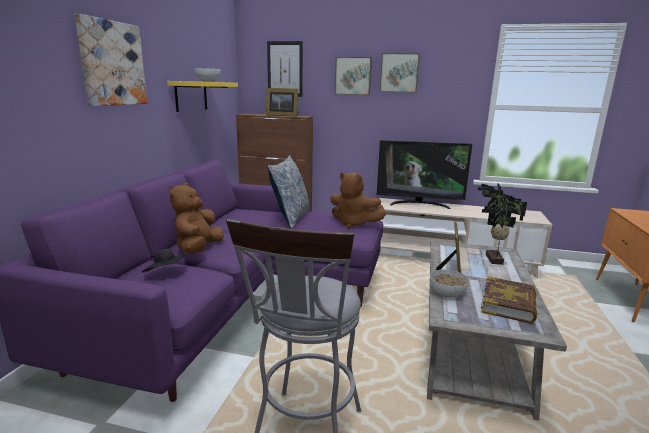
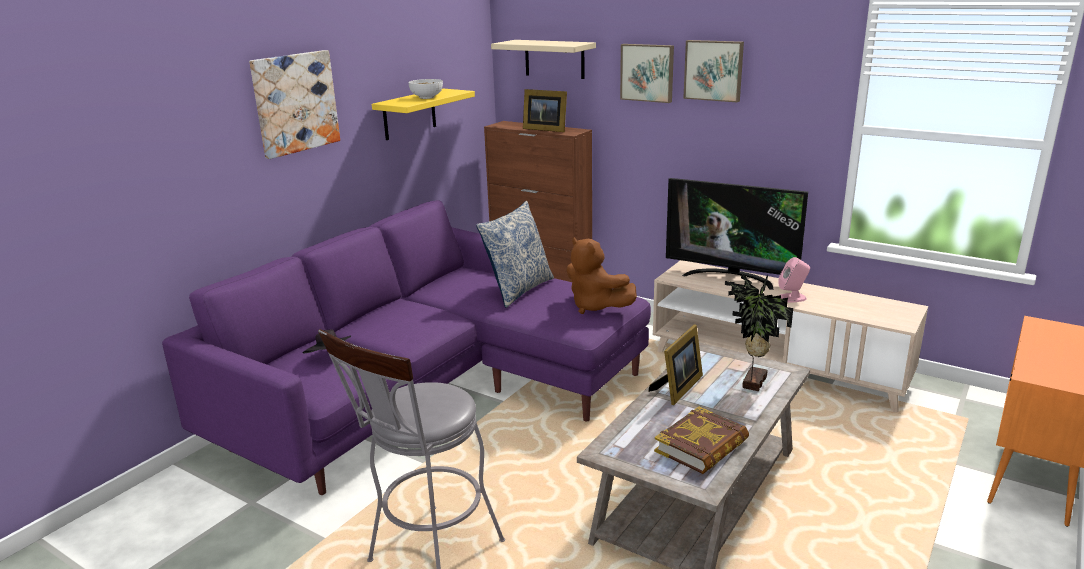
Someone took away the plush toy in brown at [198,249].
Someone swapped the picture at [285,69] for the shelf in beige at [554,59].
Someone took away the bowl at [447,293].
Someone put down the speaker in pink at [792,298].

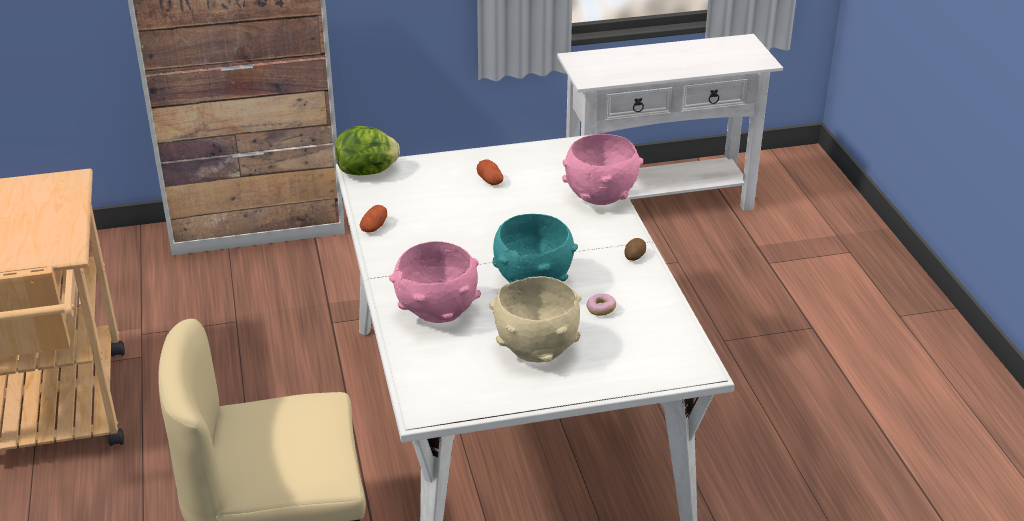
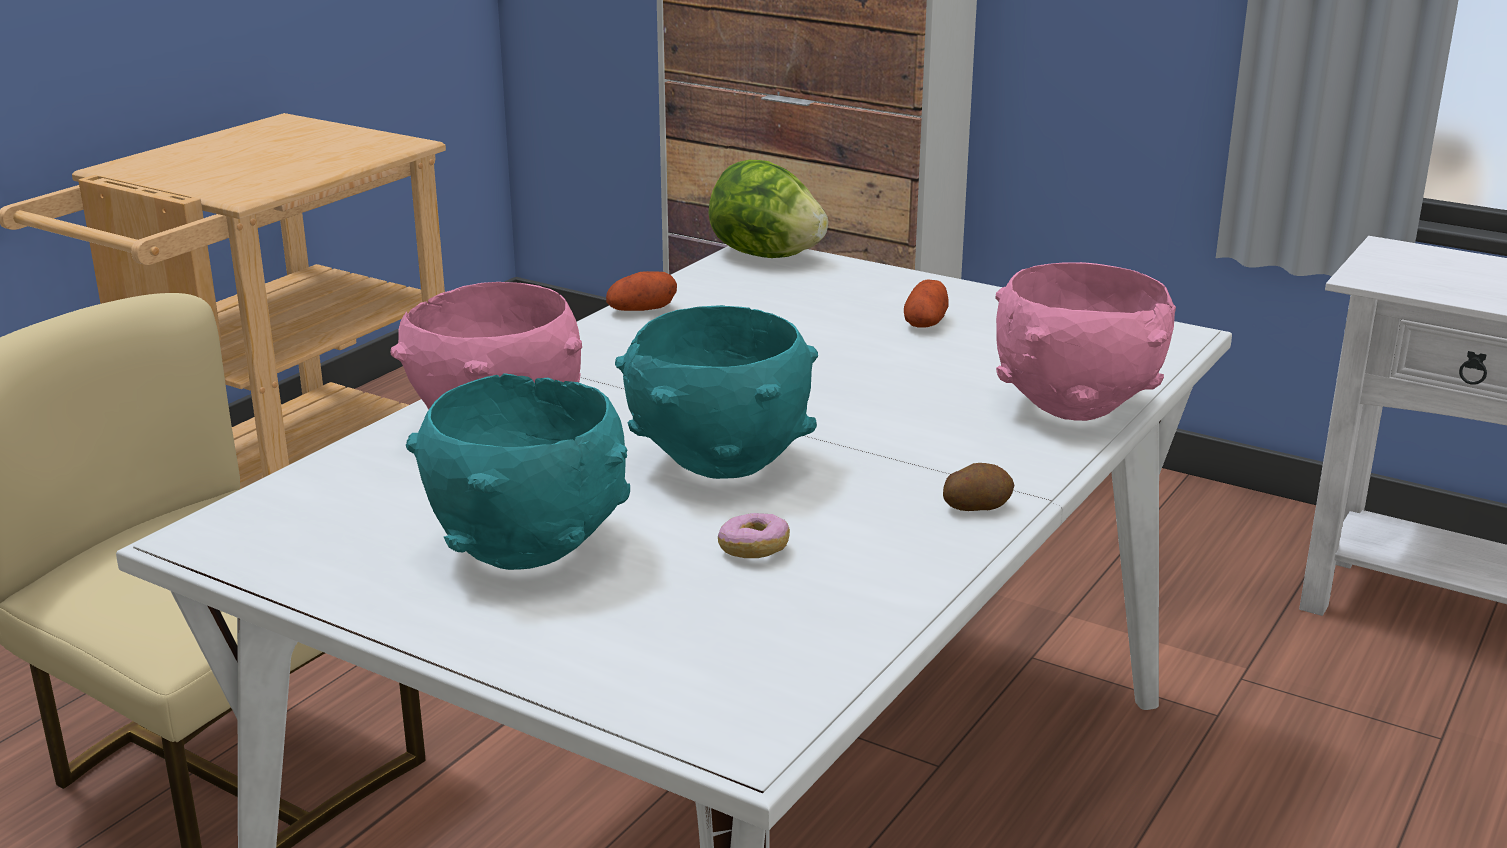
Someone repainted the bowl in beige at [536,350], which became the bowl in turquoise at [529,549].

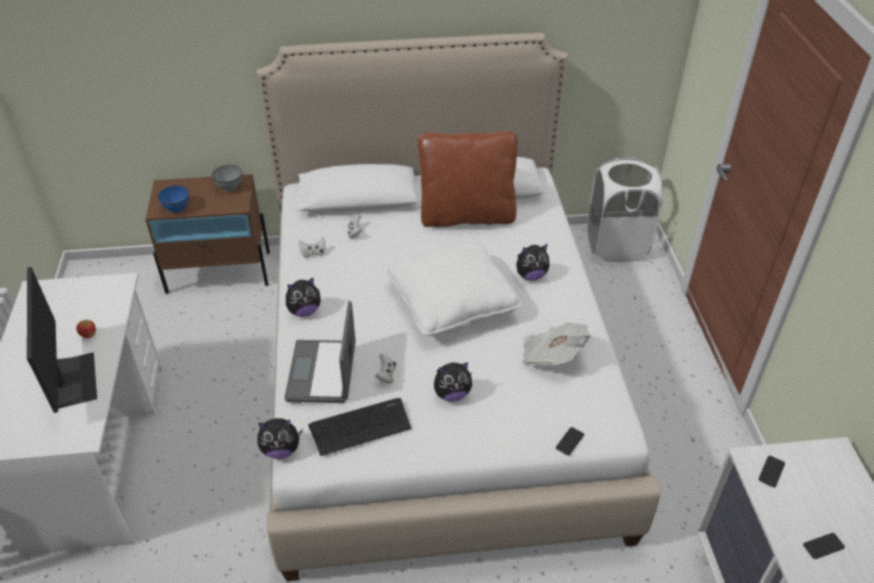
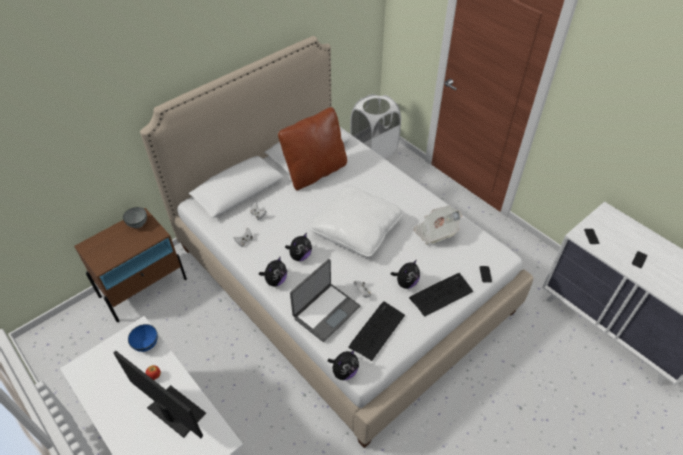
Someone carried the bowl in blue from [177,208] to [146,344].
Someone rotated the laptop at [323,372] by 105 degrees counterclockwise.
Someone carried the plush toy from [531,275] to [300,256].
Someone put down the keyboard at [441,294].

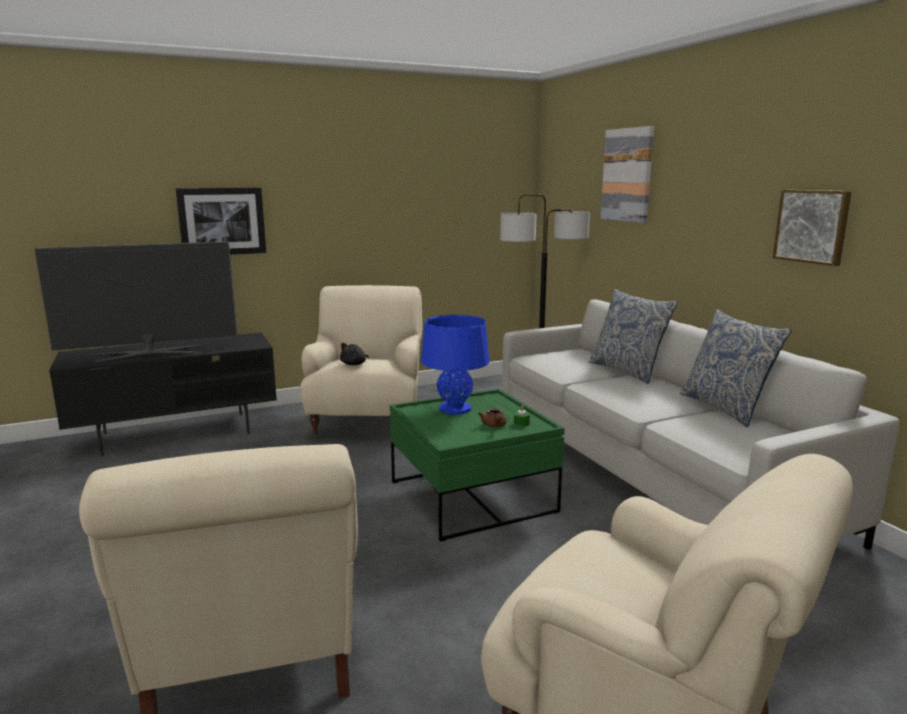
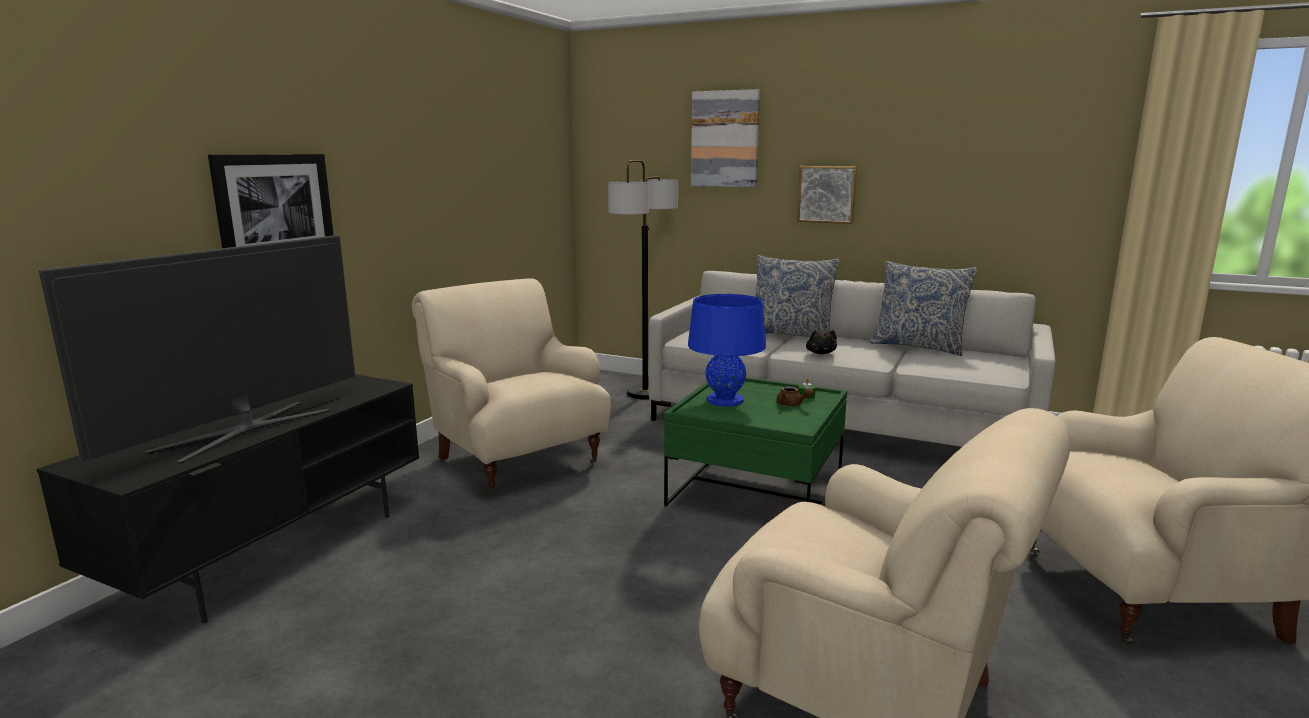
Someone carried the plush toy in black from [354,364] to [820,353].
Someone carried the picture from [812,226] to [827,194].

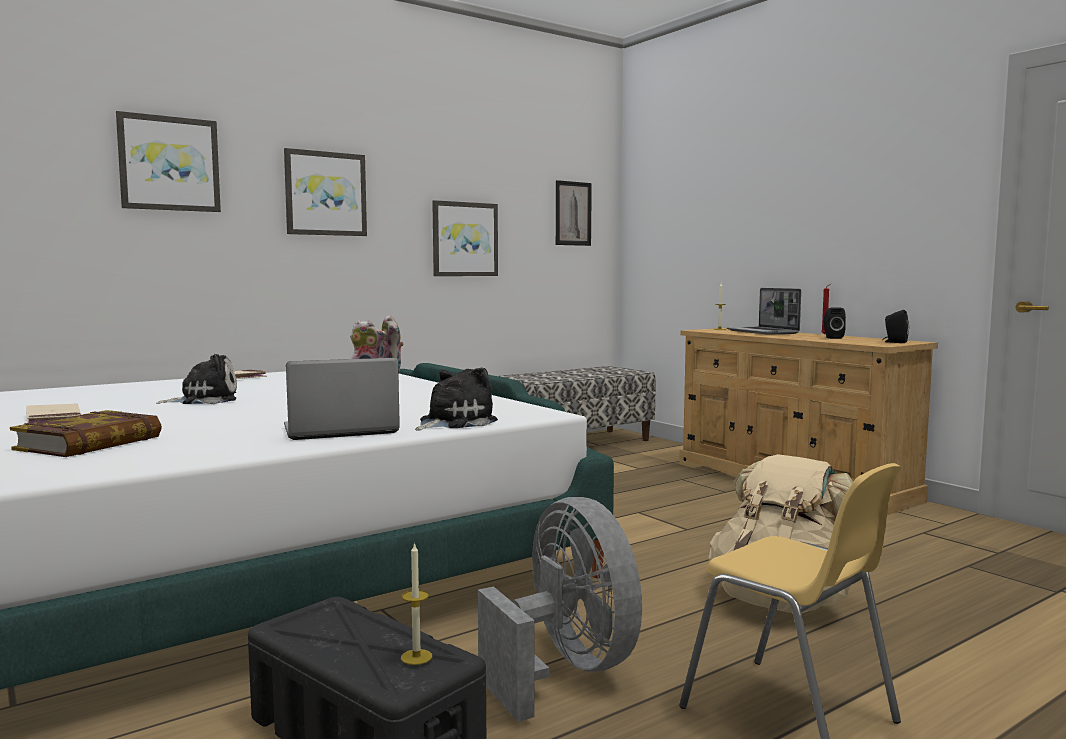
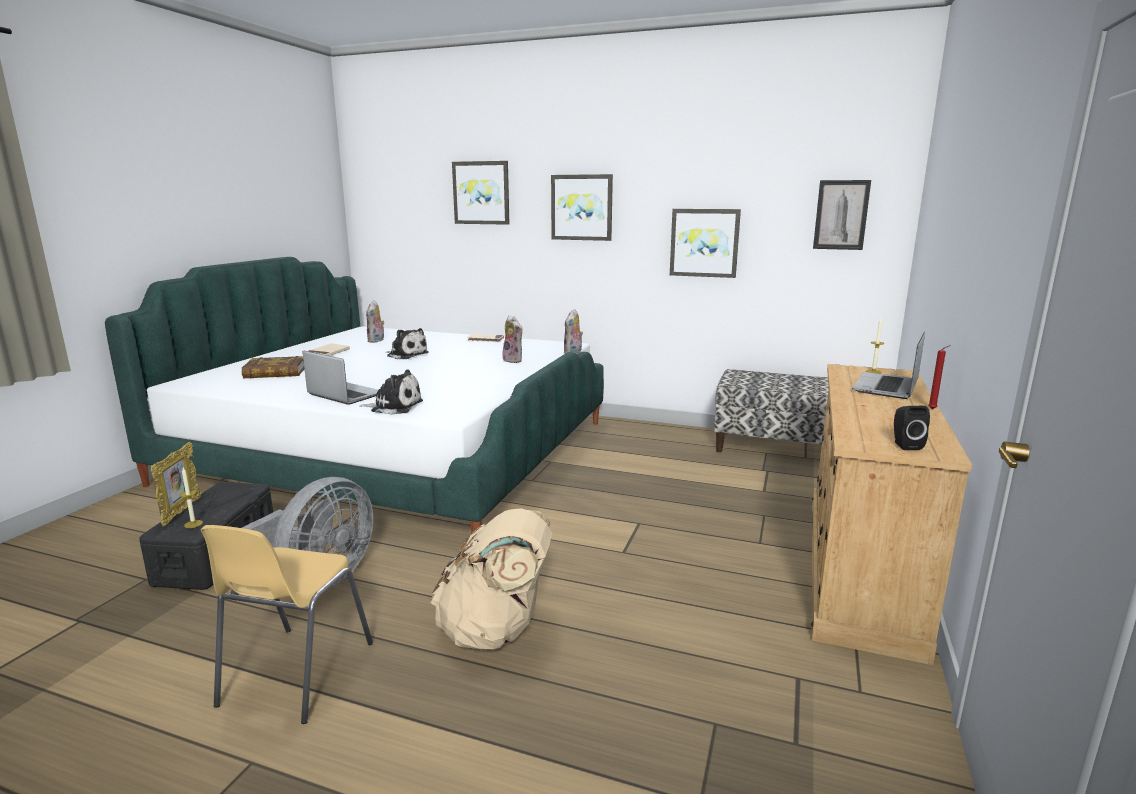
Someone took away the speaker in black at [832,338].
Someone put down the picture frame at [181,511].
Someone put down the plush toy at [376,341].

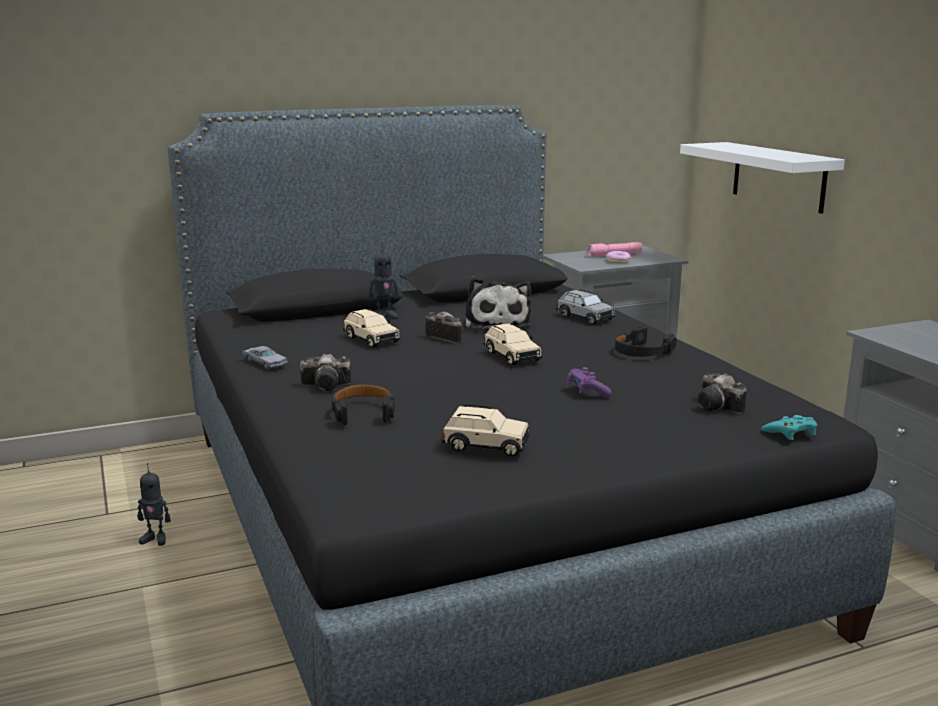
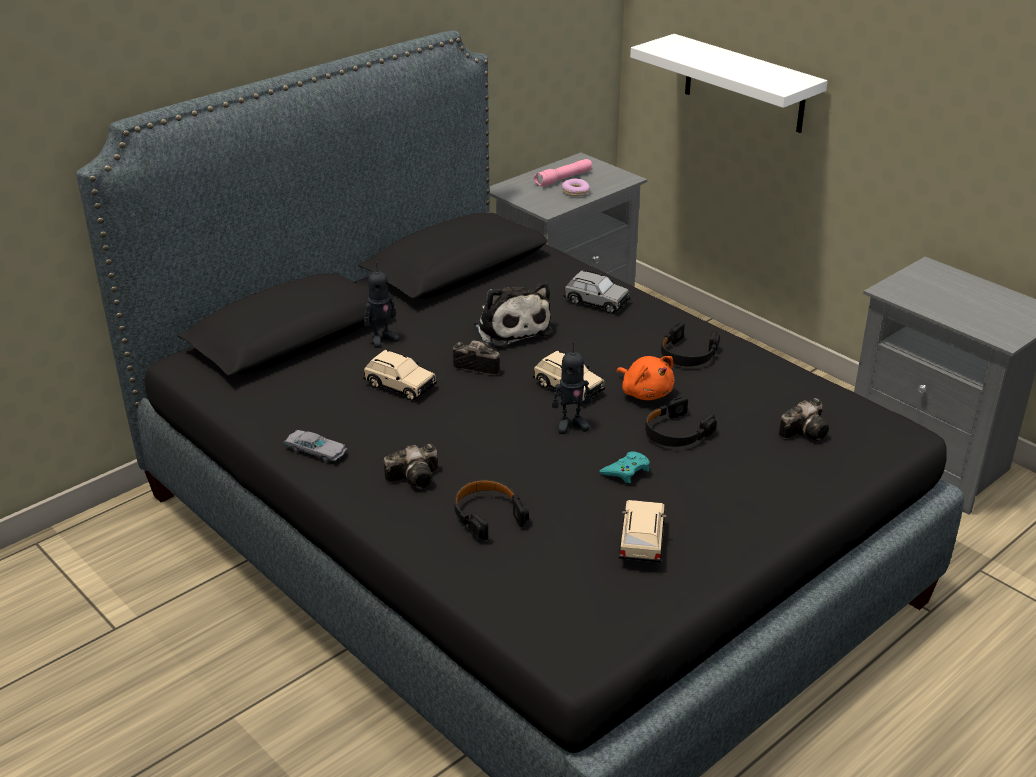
Someone carried the toy robot from [155,539] to [571,425].
Someone rotated the toy car in beige at [486,445] by 75 degrees counterclockwise.
Someone swapped the game controller in purple at [587,392] for the headphones in black at [676,432].
Someone rotated the photo camera at [719,407] by 75 degrees counterclockwise.
Someone carried the game controller in turquoise from [791,432] to [626,471].
Someone put down the plush toy in orange at [645,393].

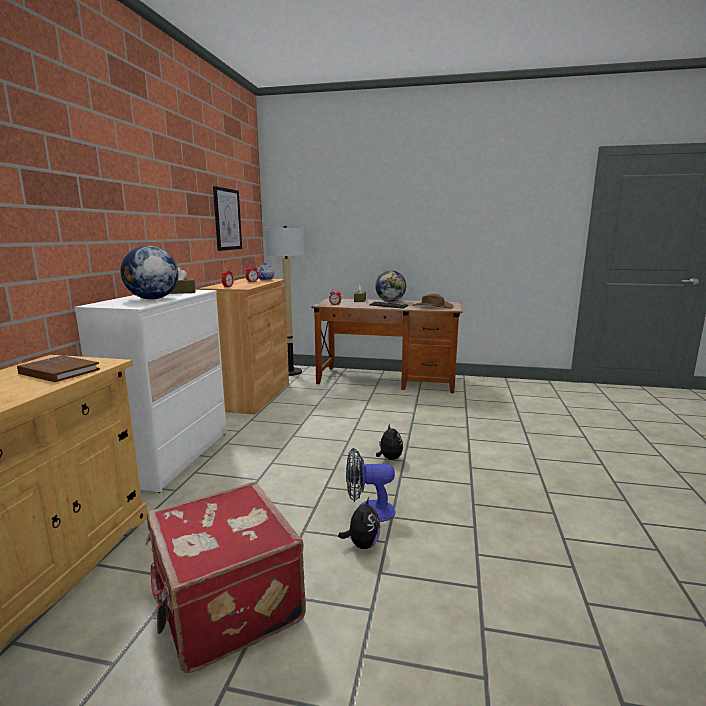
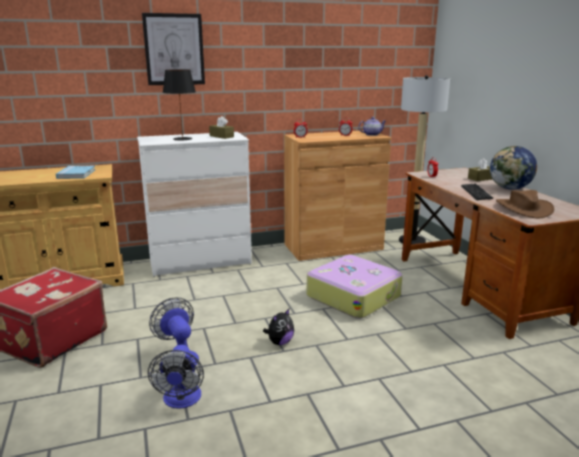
Someone repainted the book in brown at [59,371], which became the book in blue at [76,174].
Someone swapped the globe at [152,299] for the table lamp in black at [182,139].
Someone carried the picture from [227,219] to [174,49].
Someone took away the plush toy at [362,544].
Someone put down the fan at [181,400].
Someone put down the suitcase at [353,296].

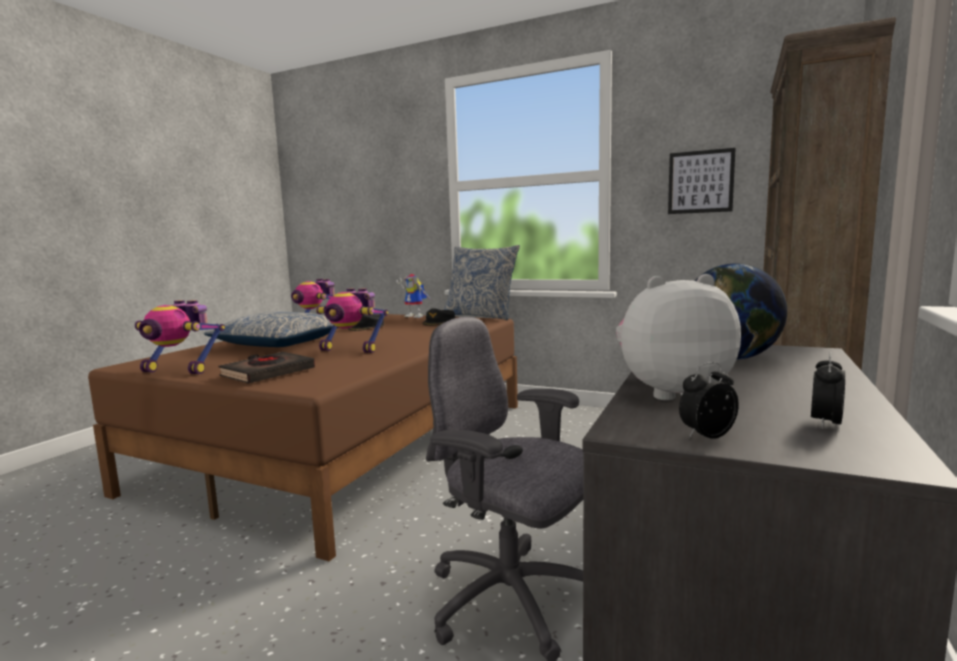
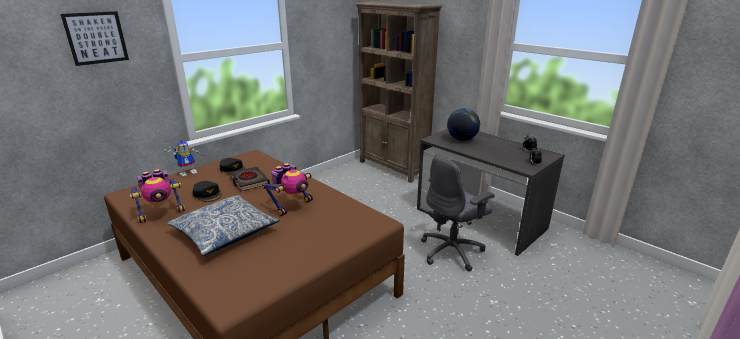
Someone took away the toy robot at [181,370].
Someone carried the book in black from [268,373] to [249,181].
Someone took away the pillow at [480,316].
Someone took away the plush toy at [670,392].
Someone carried the picture from [700,182] to [96,38].

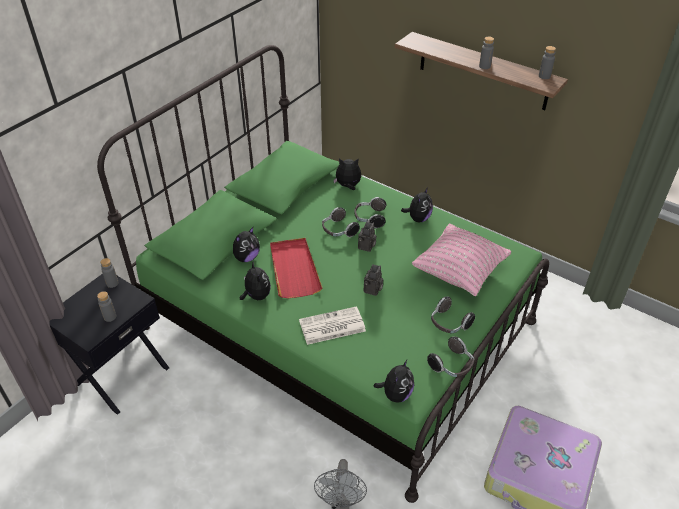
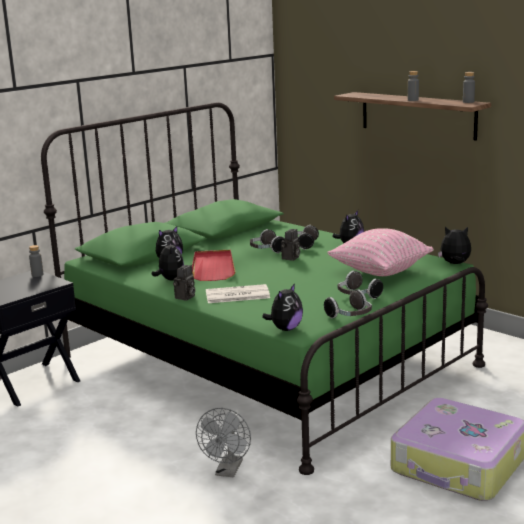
Someone took away the bottle in grey at [110,317].
Someone carried the plush toy from [348,186] to [455,264].
Someone carried the photo camera from [373,290] to [185,297].

